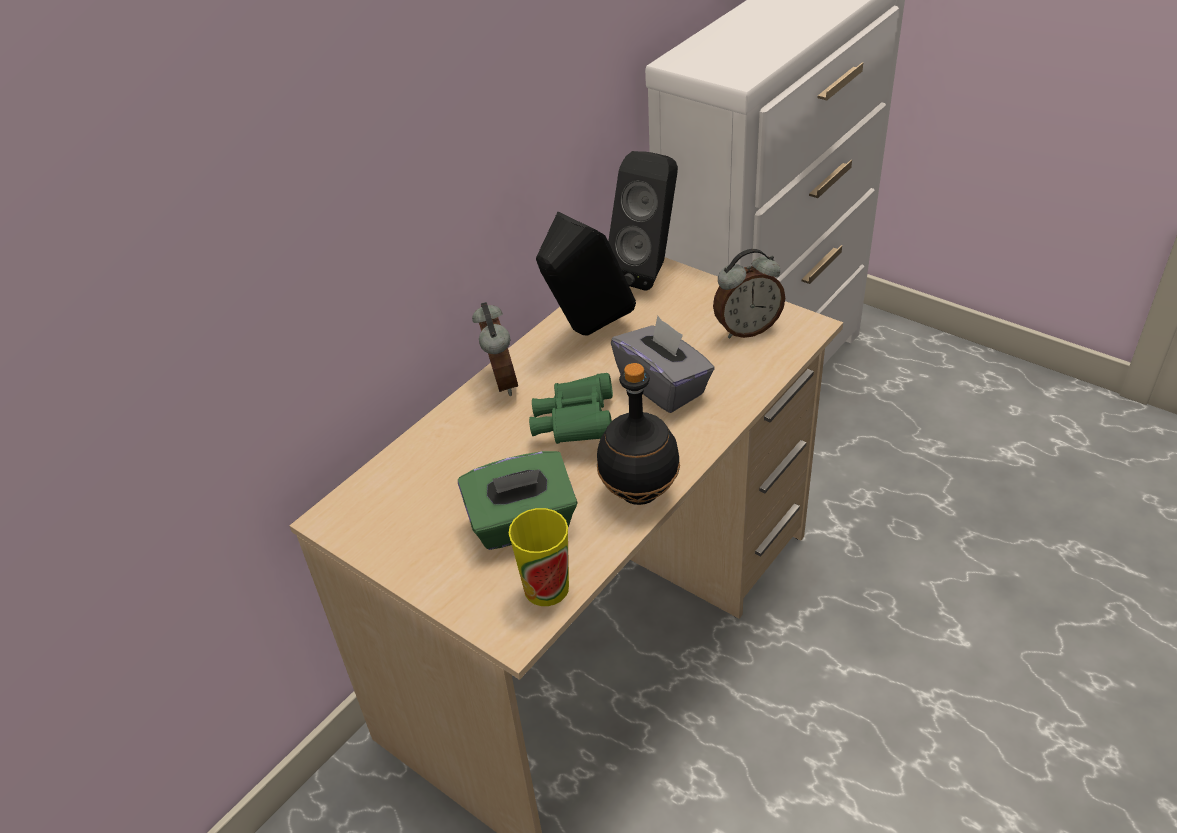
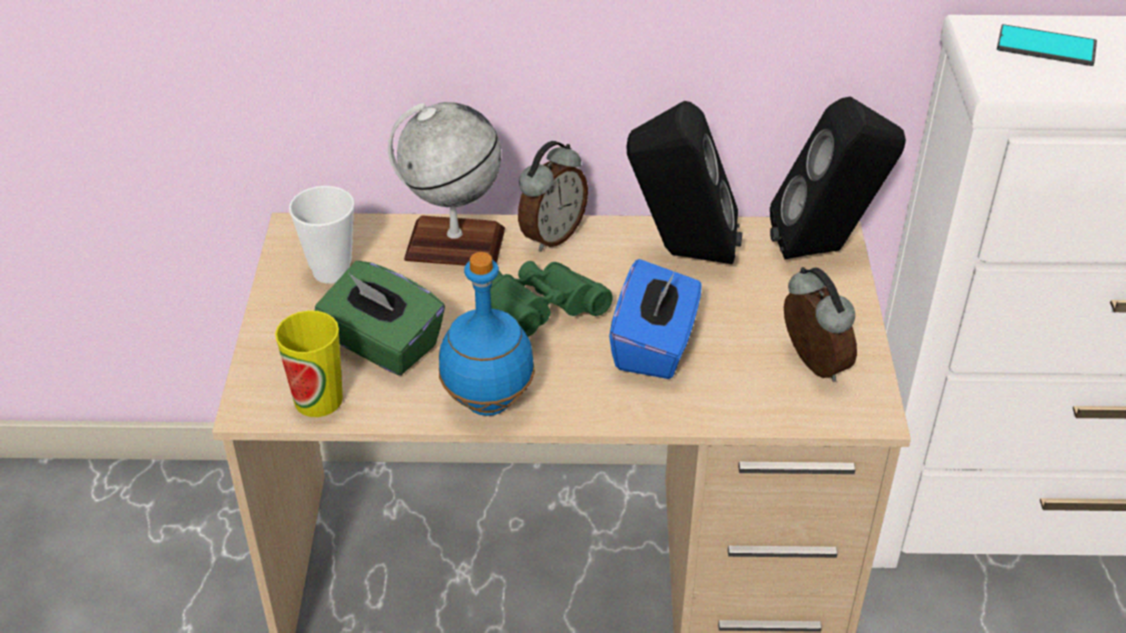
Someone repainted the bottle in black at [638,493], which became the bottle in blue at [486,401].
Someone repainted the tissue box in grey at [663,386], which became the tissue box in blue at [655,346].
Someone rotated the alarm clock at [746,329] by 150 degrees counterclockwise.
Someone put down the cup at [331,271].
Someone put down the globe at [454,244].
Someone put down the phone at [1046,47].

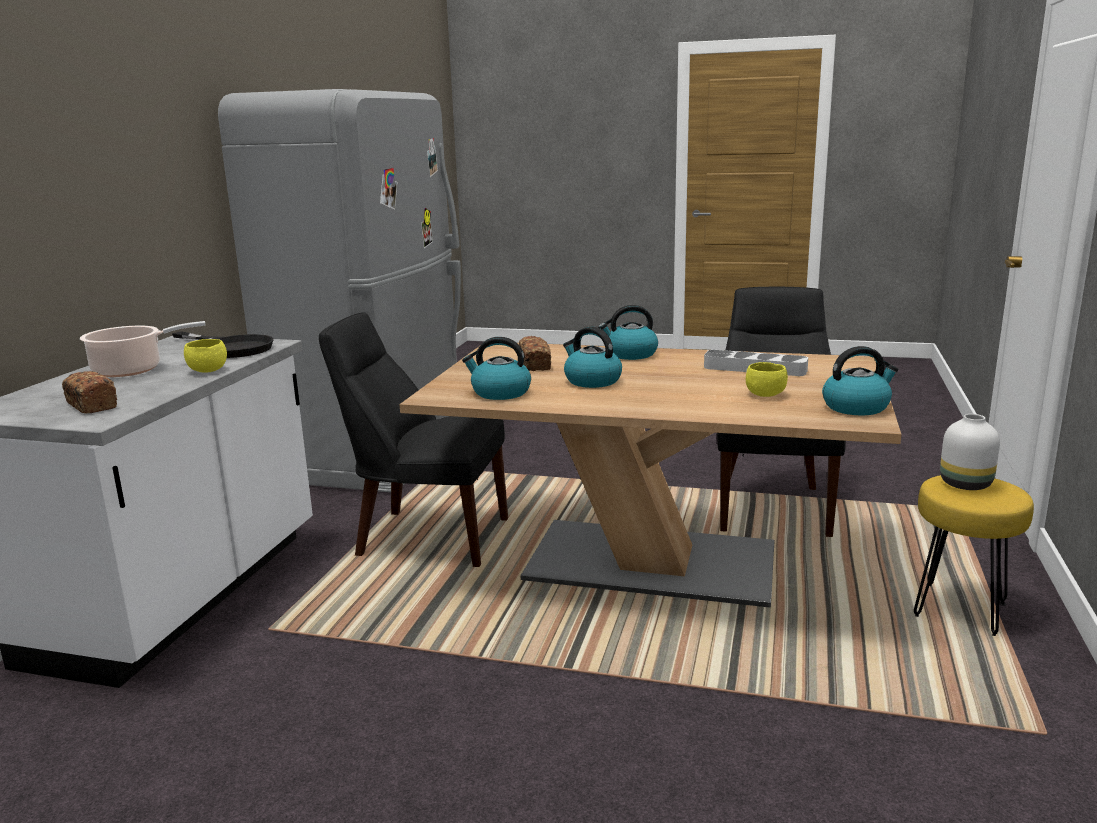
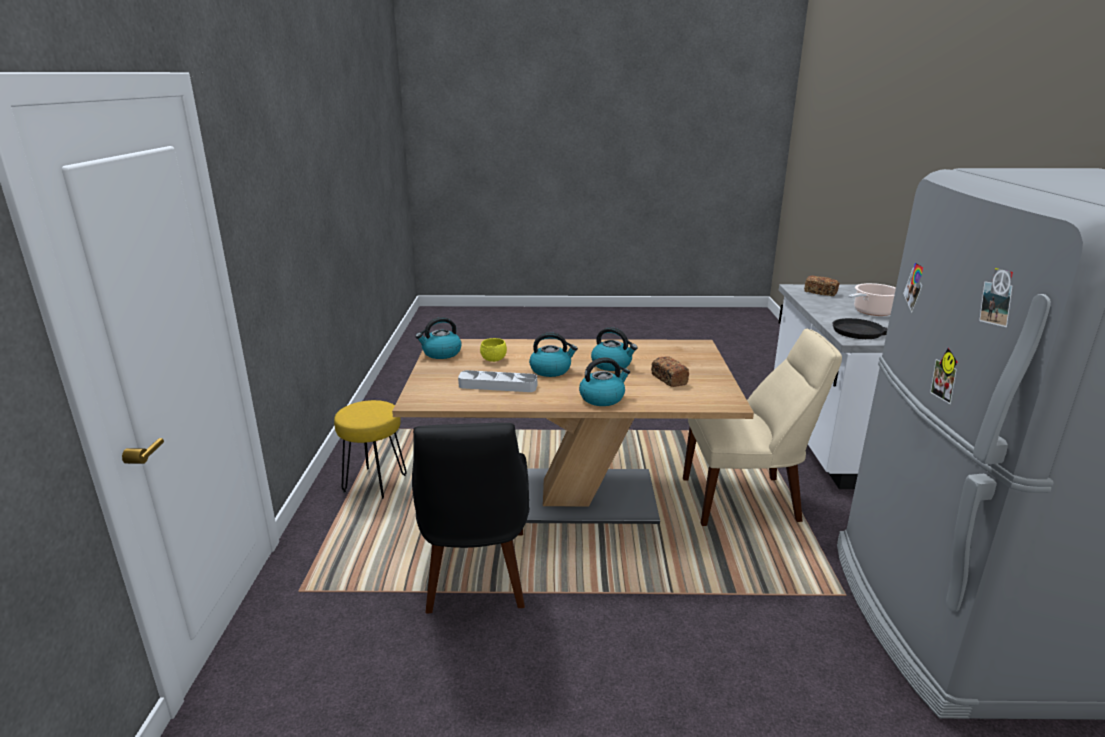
Someone took away the bowl in yellow at [208,371].
Someone repainted the chair in black at [426,537], which became the chair in beige at [746,500].
Someone carried the kettle from [500,393] to [551,370].
Someone took away the vase in white at [967,484].

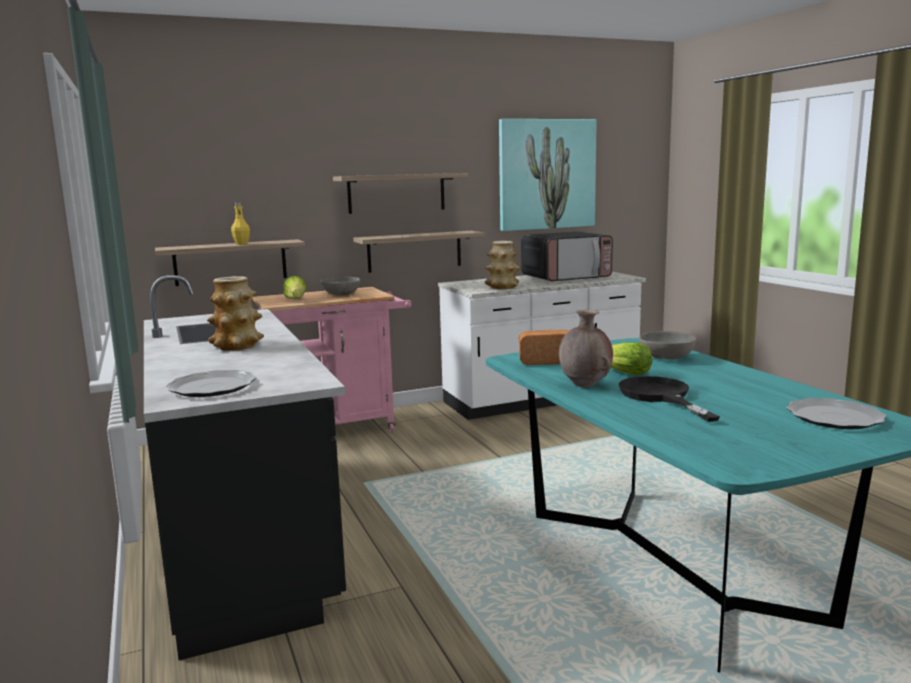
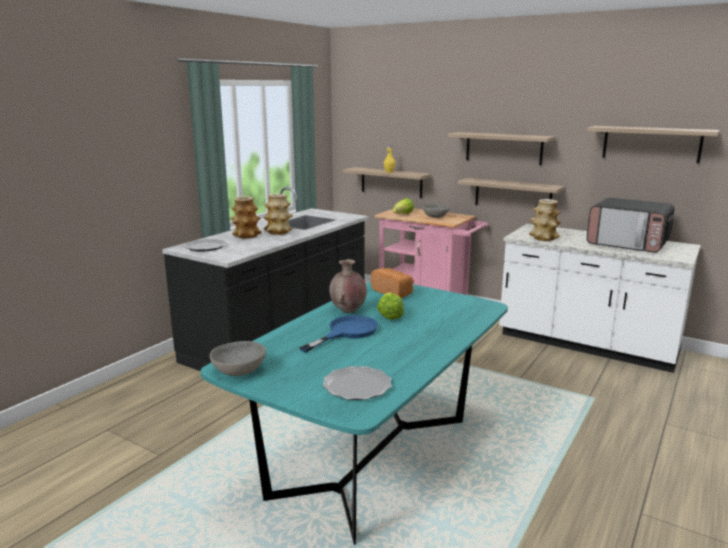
Someone swapped the picture at [546,174] for the shelf at [651,144].
Someone repainted the frying pan in black at [660,396], which became the frying pan in blue at [346,332].
Someone carried the bowl in grey from [666,358] to [239,371].
Someone put down the vase at [246,236].

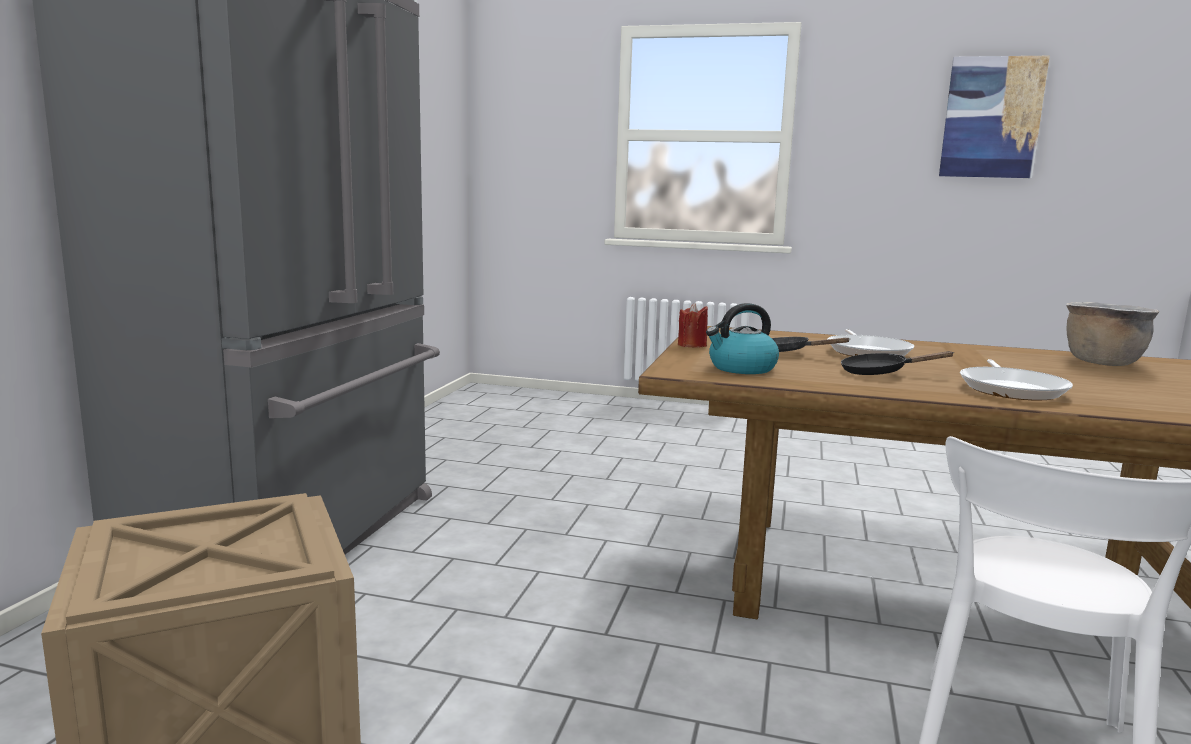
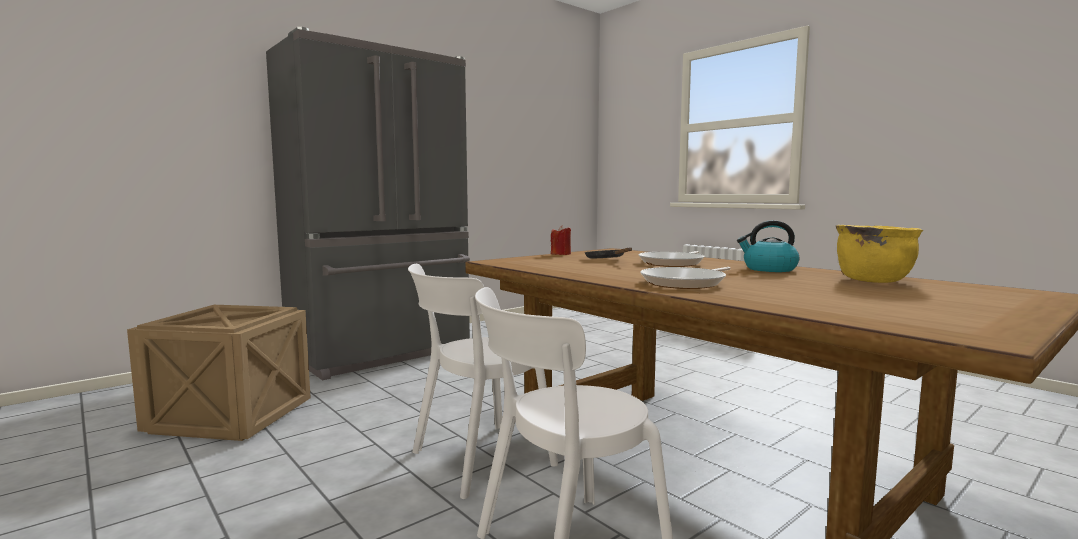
Someone carried the kettle from [741,368] to [769,269].
Someone took away the frying pan in black at [880,373].
Someone took away the picture at [992,118].
Someone repainted the cooking pot in brown at [1101,362], which became the cooking pot in yellow at [873,280].
Someone put down the chair in white at [477,460].

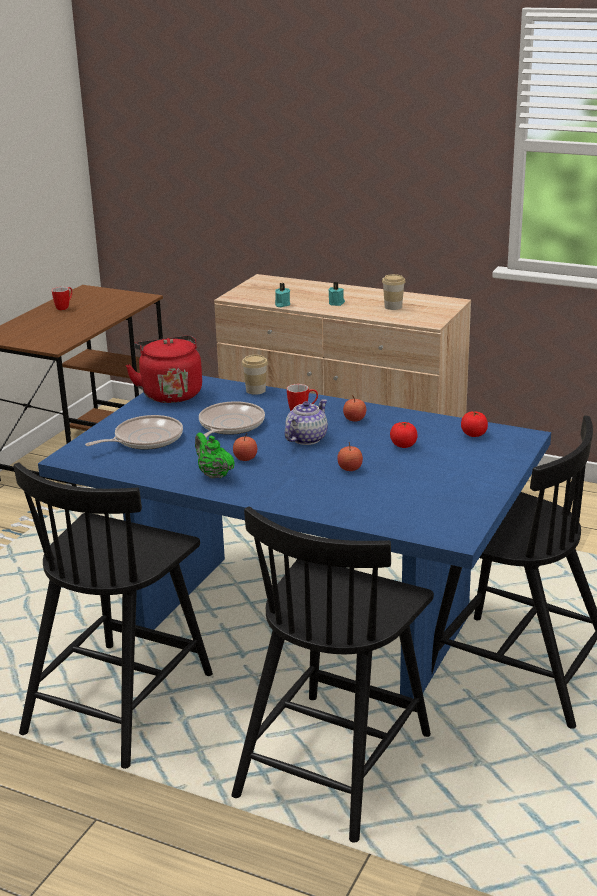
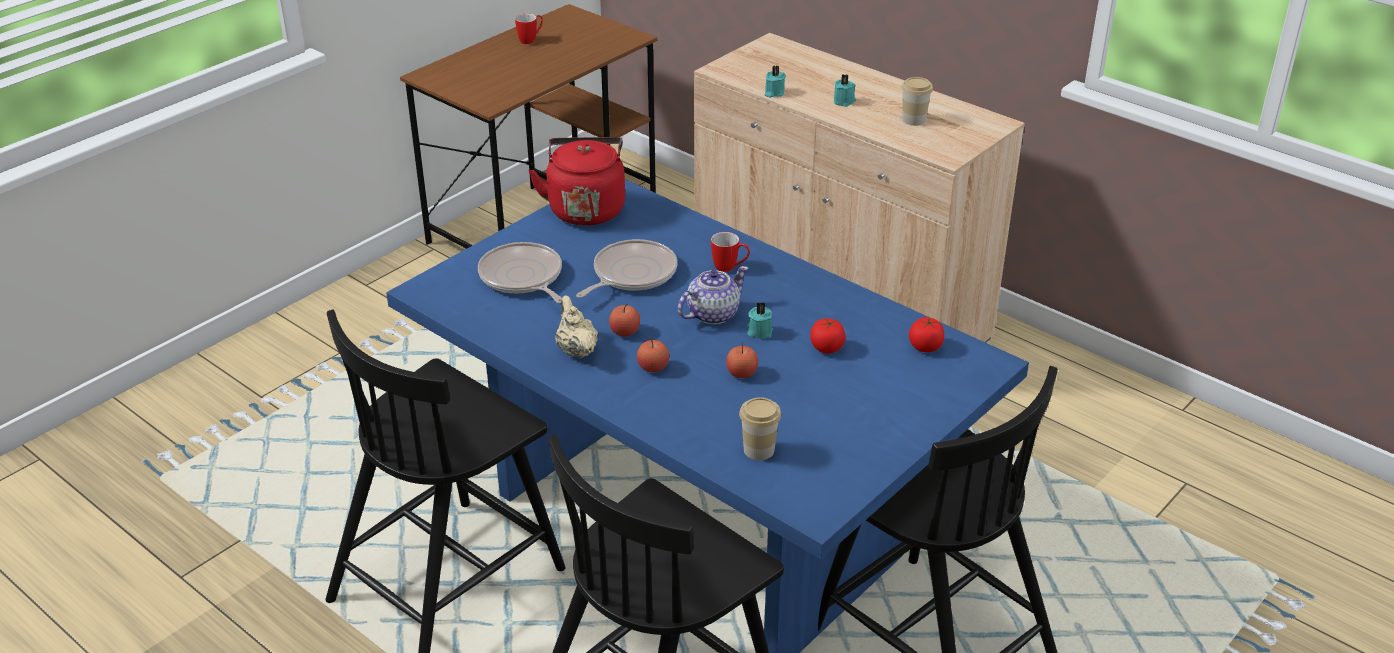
Someone rotated the frying pan at [145,439] by 105 degrees counterclockwise.
Someone repainted the teapot in green at [214,474], which became the teapot in beige at [576,350].
Someone carried the cup from [255,390] to [759,450].
Someone carried the apple from [354,419] to [653,367].
Someone put down the candle in turquoise at [759,331].

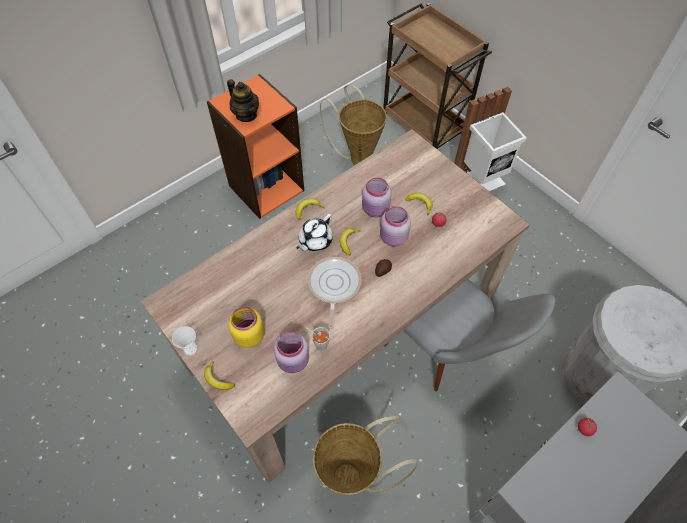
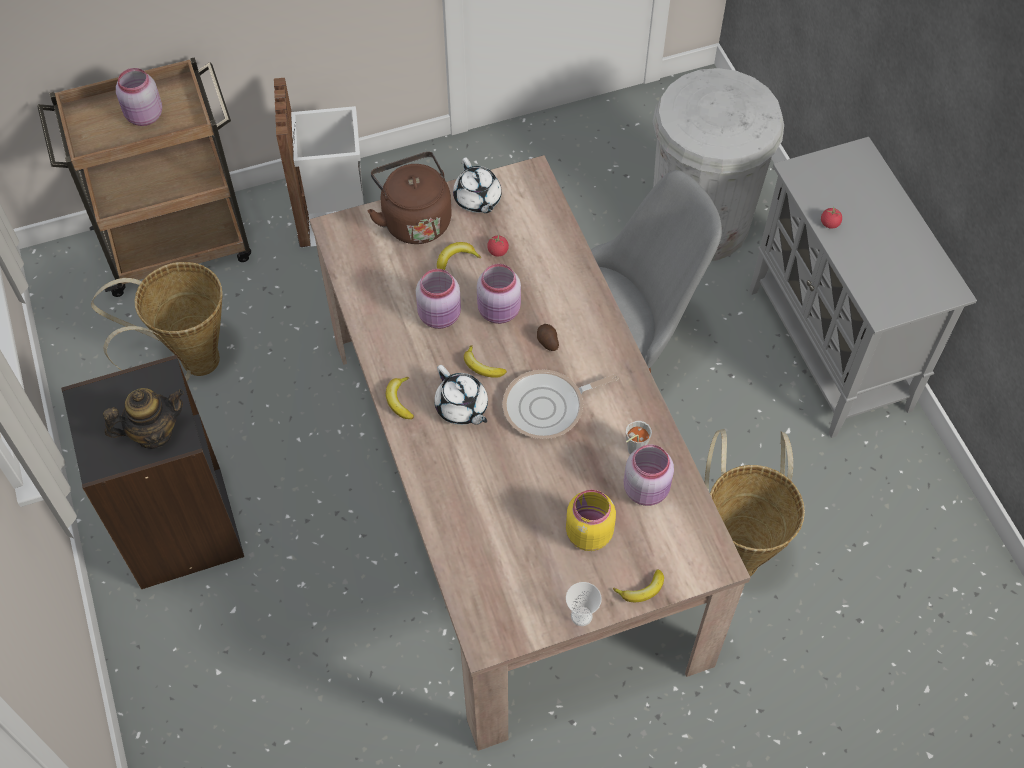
Someone repainted the bookcase in orange at [266,187], which became the bookcase in black at [179,527].
Someone rotated the frying pan at [333,286] by 45 degrees counterclockwise.
Someone put down the jar in pink at [144,117].
Someone put down the kettle in brown at [414,219].
Someone put down the teapot in white at [477,200].

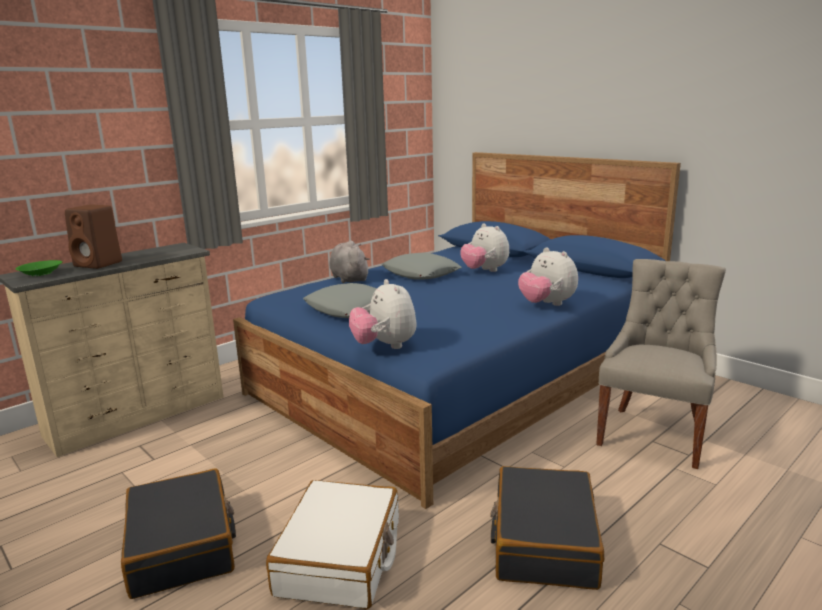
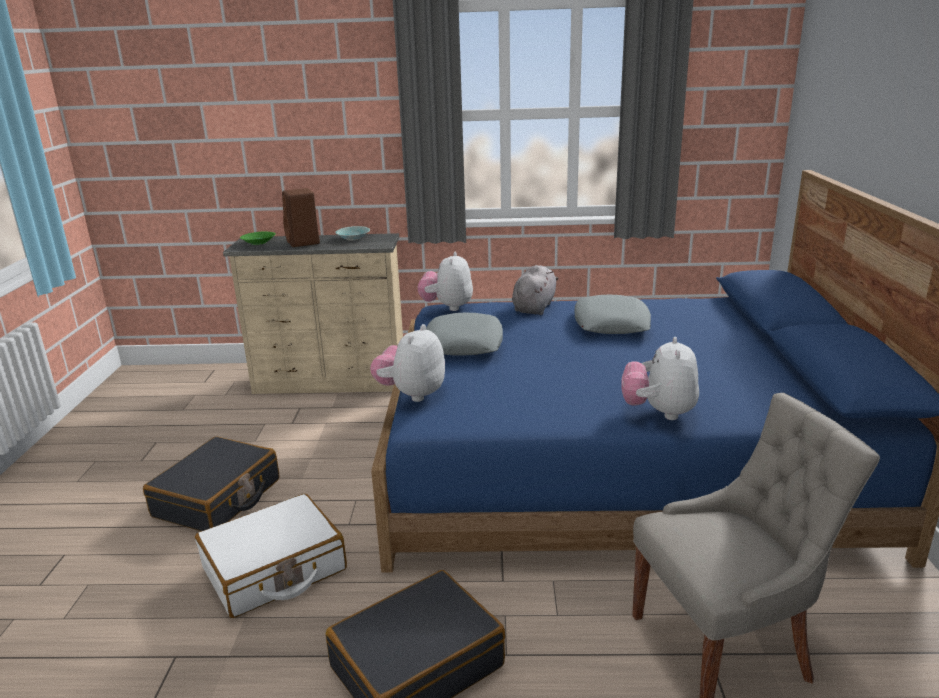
Someone carried the plush toy from [484,271] to [447,307].
Someone put down the bowl in turquoise at [354,238].

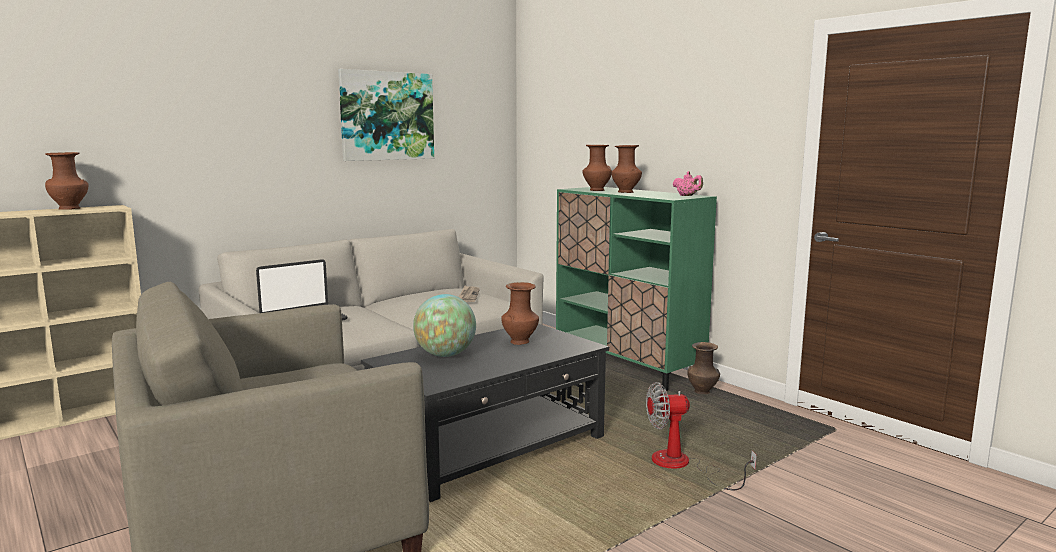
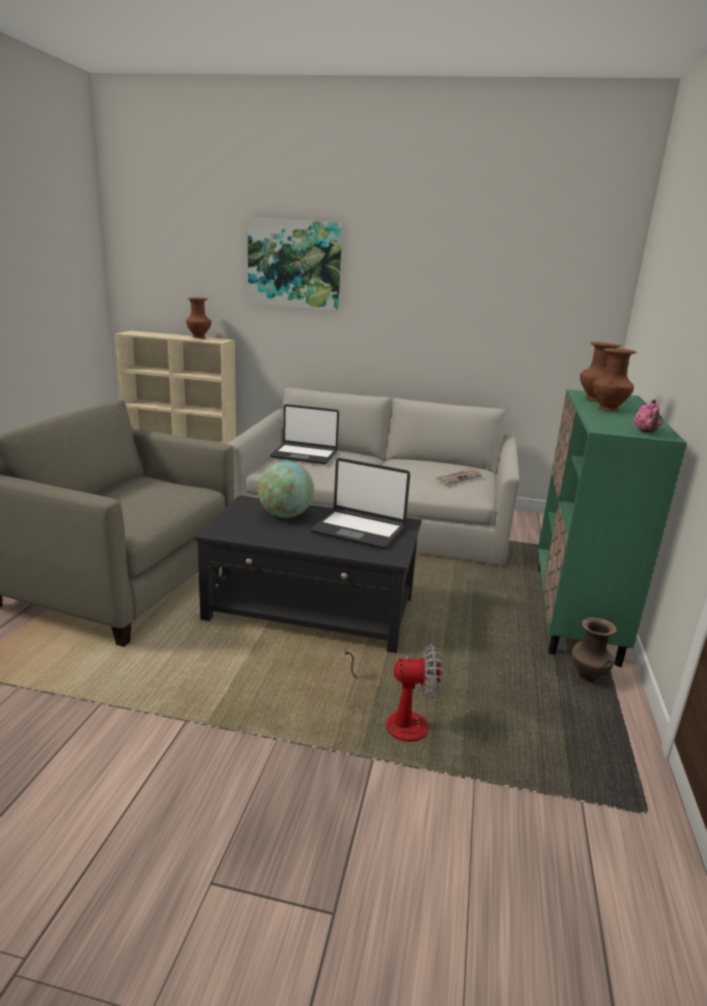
Someone carried the picture from [387,116] to [294,264].
Someone swapped the vase in brown at [520,341] for the laptop at [358,529].
Someone rotated the fan at [682,466] by 135 degrees clockwise.

